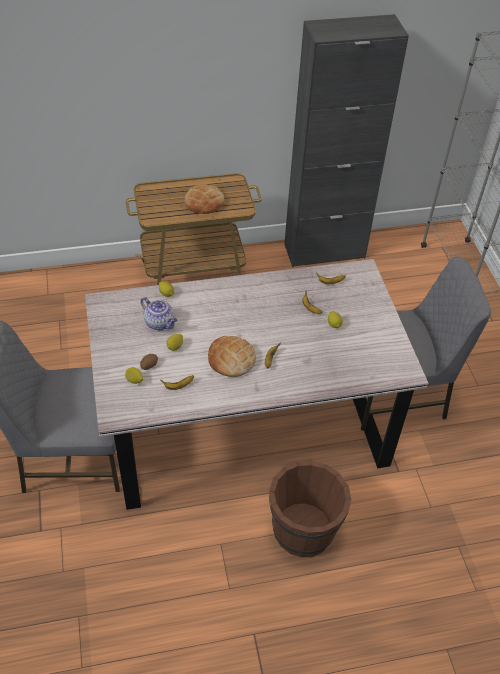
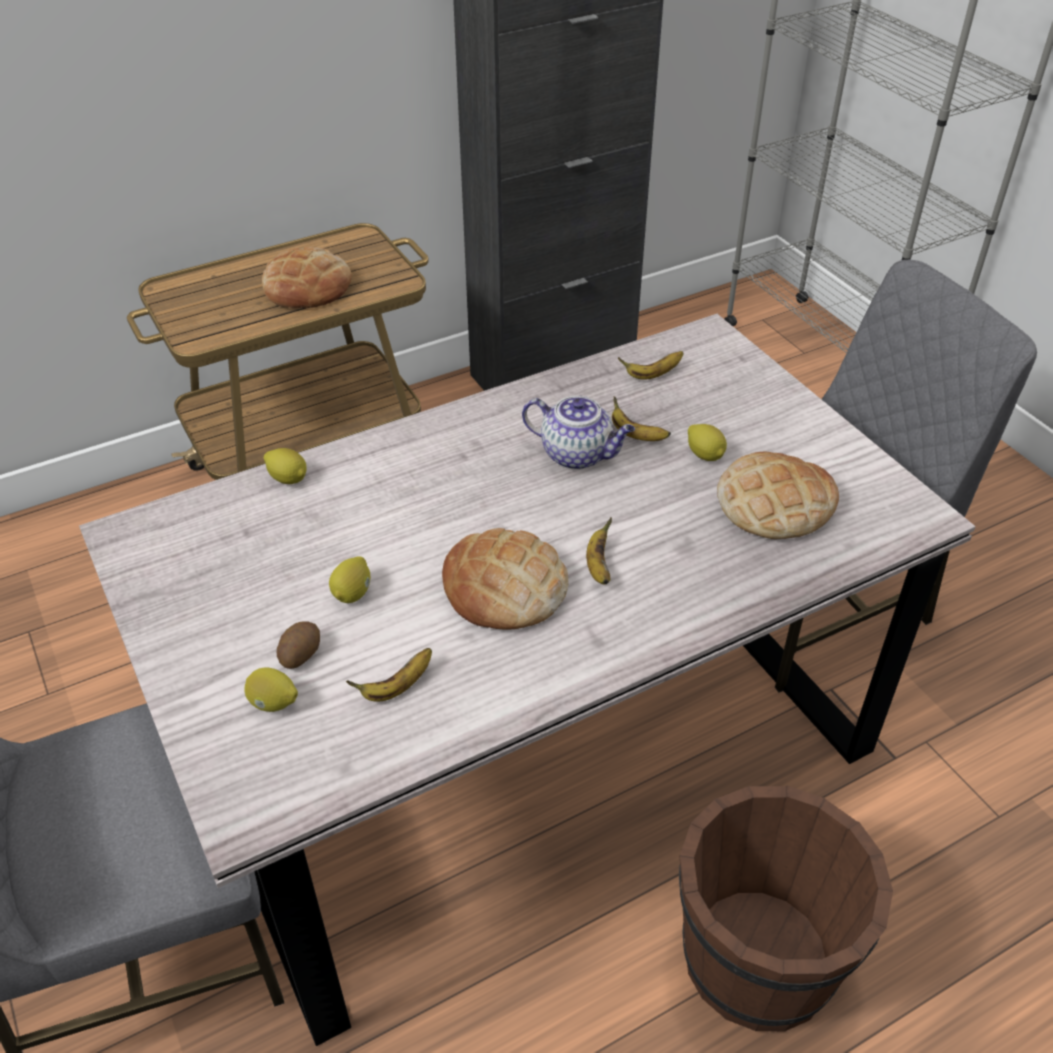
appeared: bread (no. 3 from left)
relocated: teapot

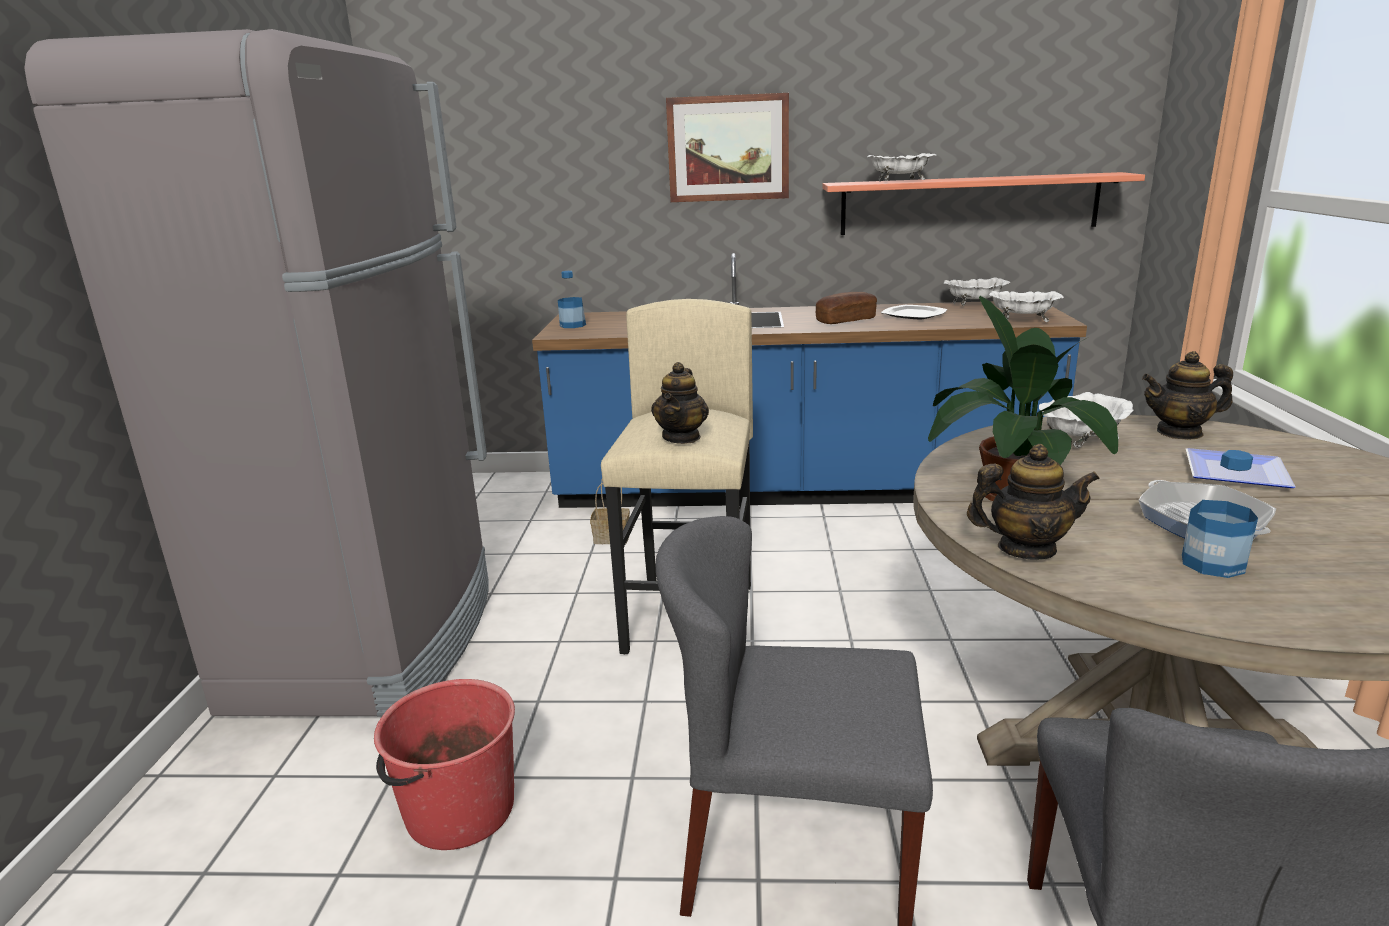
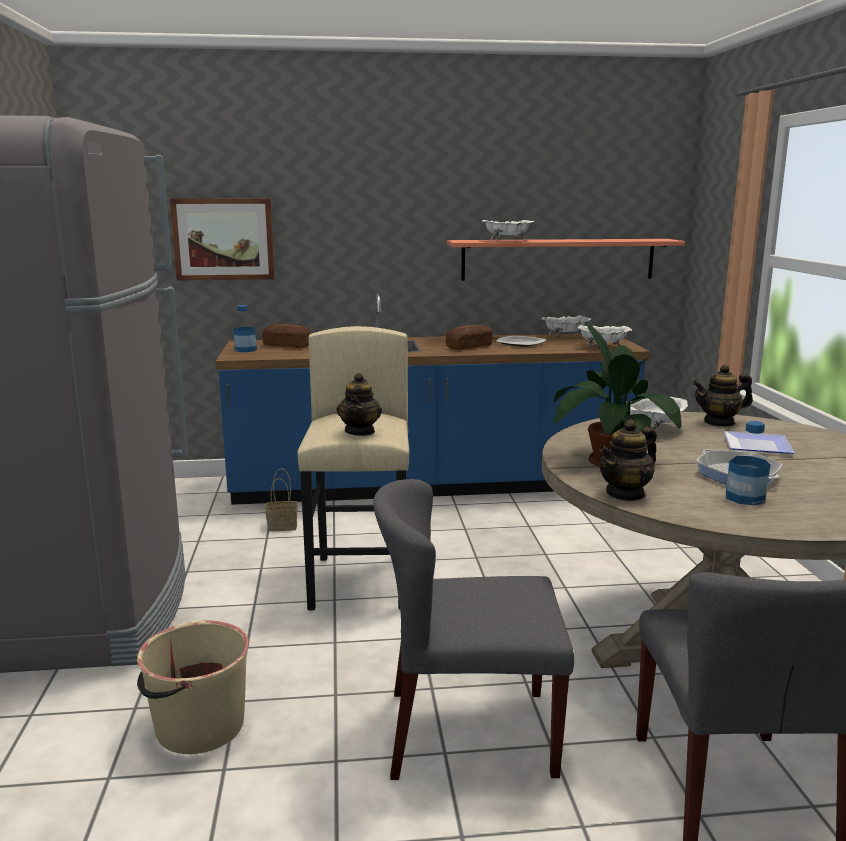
appeared: bread (no. 1 from left)
relocated: picture
colour: red bucket to beige bucket
spun: teapot (no. 2 from left) 150 degrees clockwise

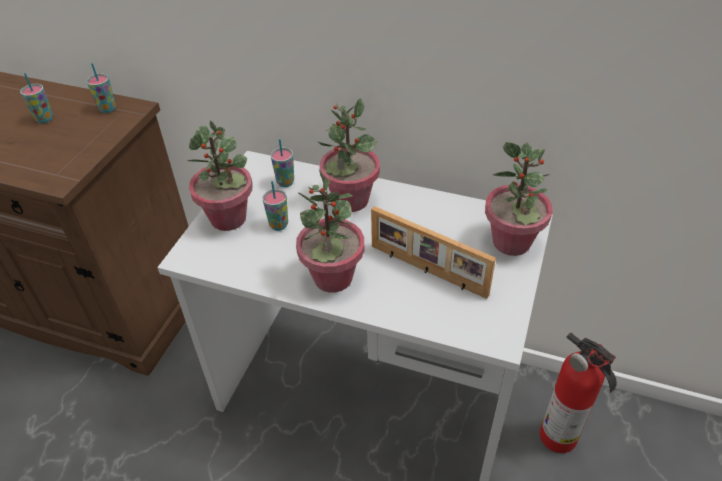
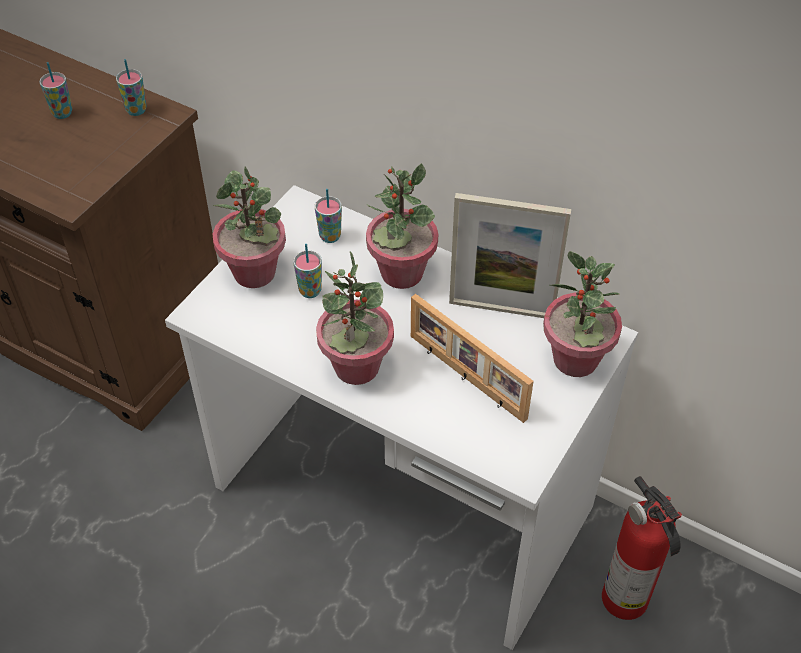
appeared: picture frame (no. 2 from left)

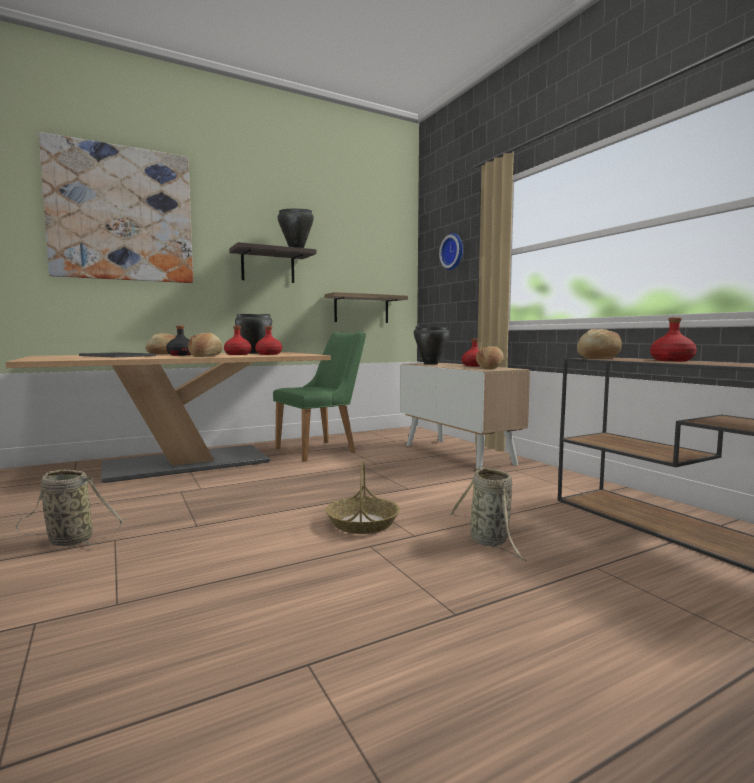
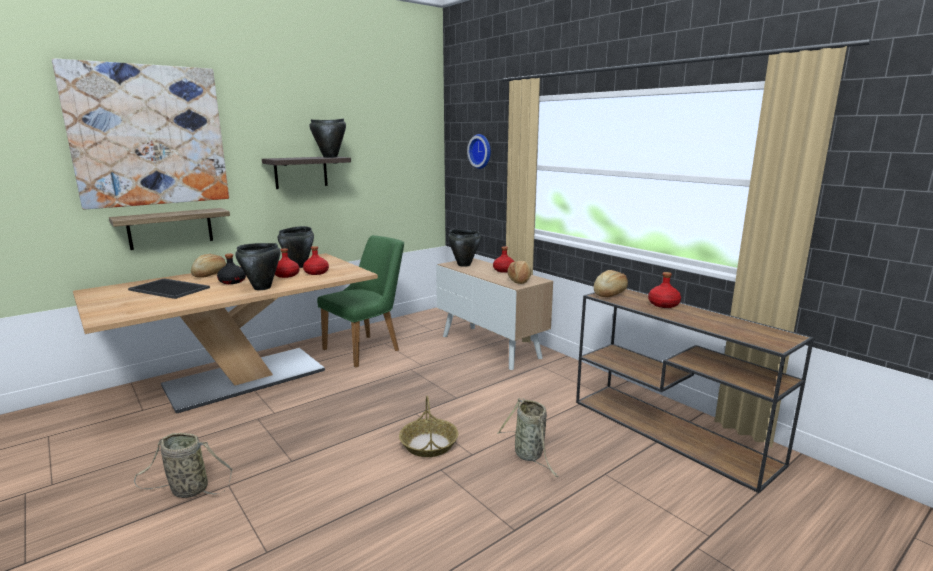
relocated: shelf (no. 2 from left in the first image) to shelf (no. 1 from left)
exchanged: bread (no. 2 from left) to black cooking pot (no. 1 from left)

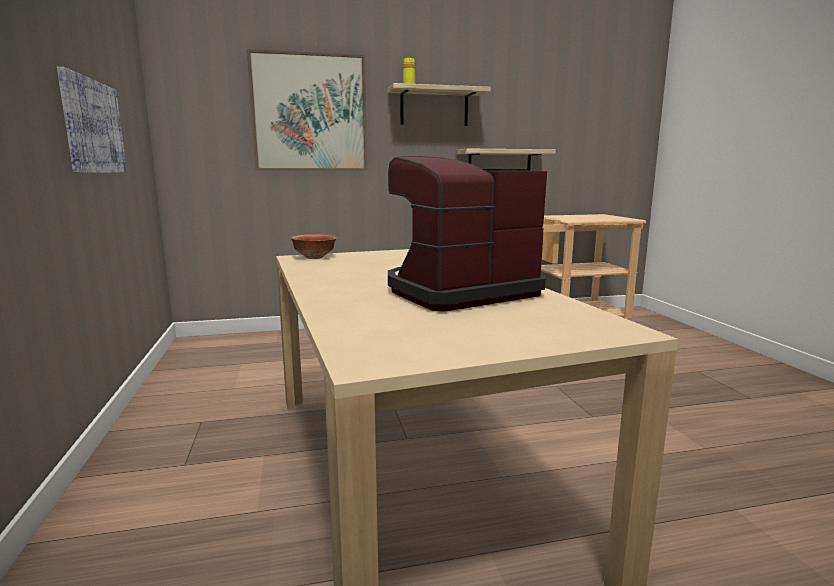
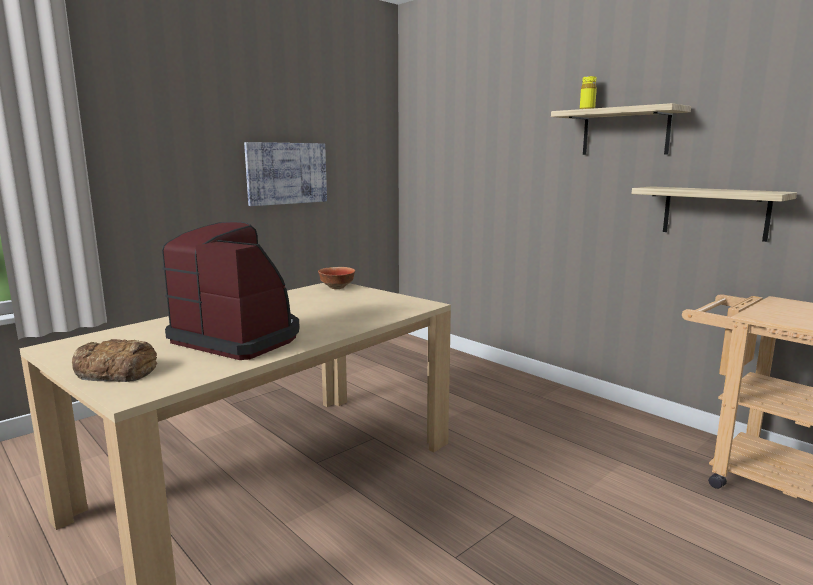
missing: picture (no. 2 from left)
appeared: bread

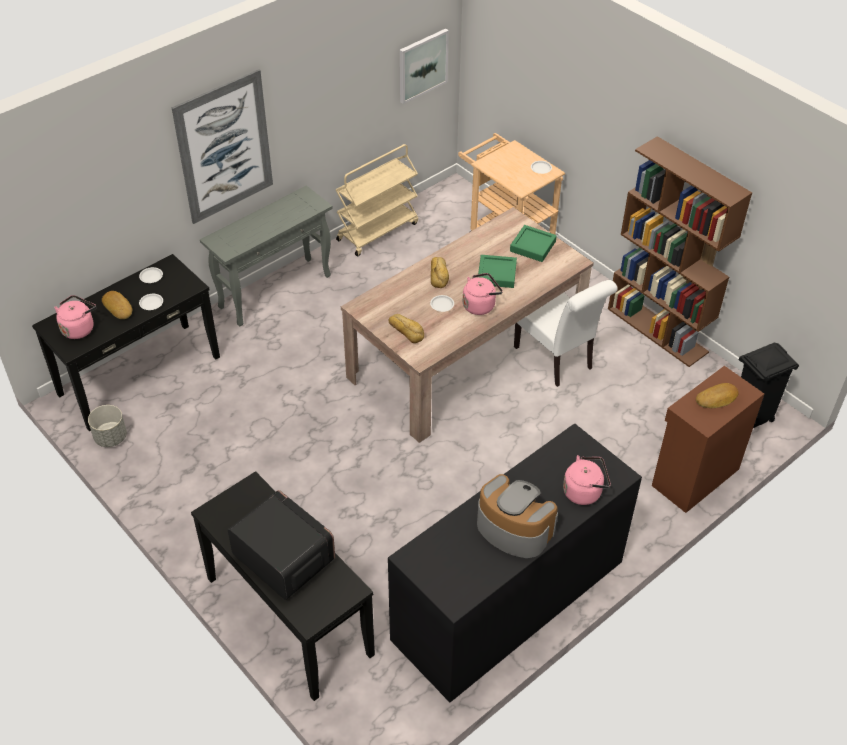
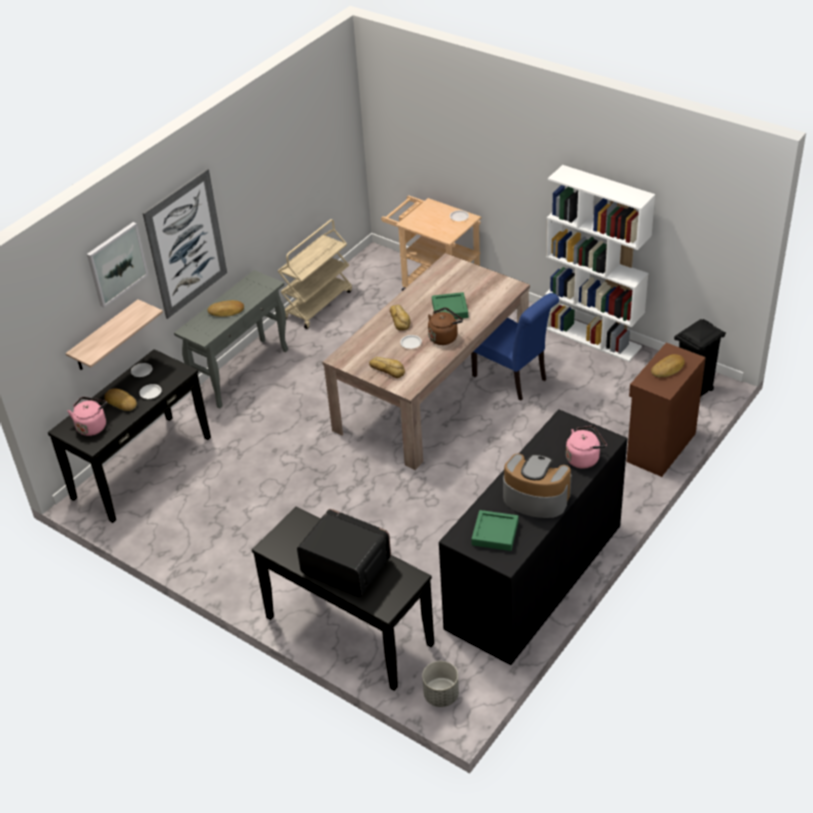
appeared: shelf; bread (no. 2 from left)
relocated: picture (no. 2 from left in the first image) to picture (no. 1 from left); grey planter; green tray (no. 2 from left)
colour: pink kettle (no. 2 from left) to brown kettle; white chair to blue chair; brown bookcase to white bookcase

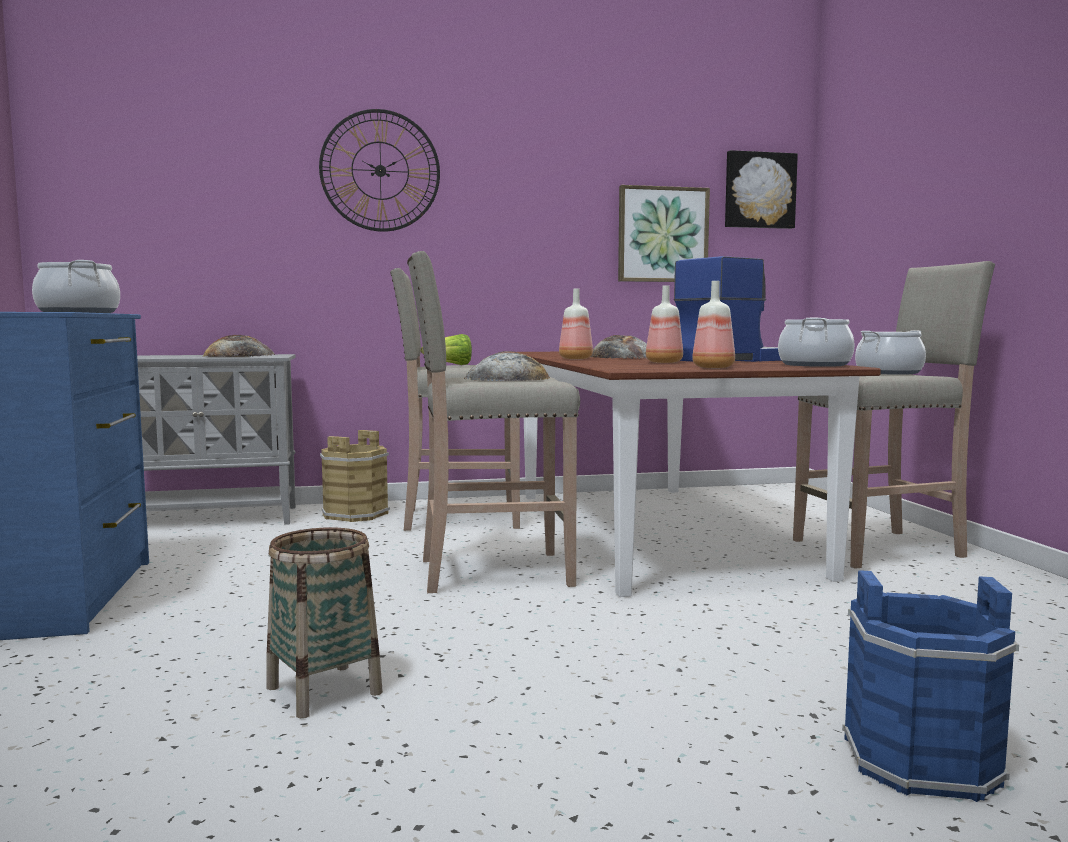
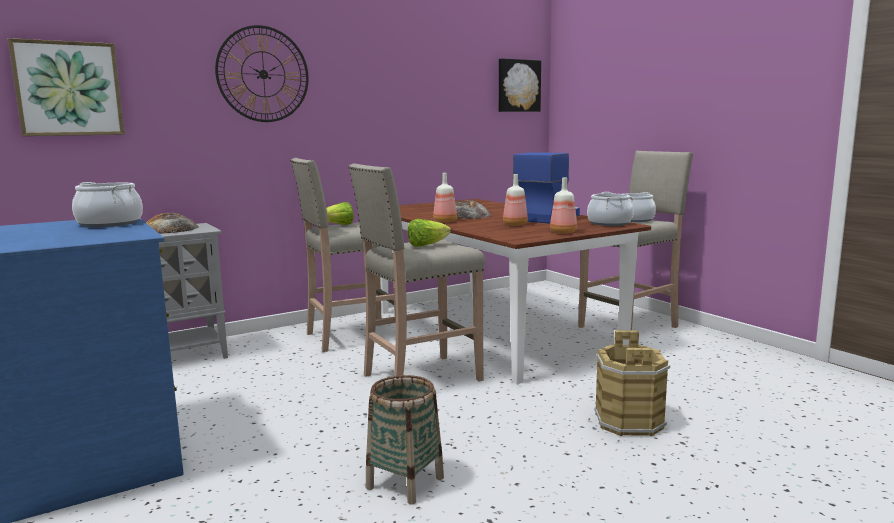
missing: blue bucket
relocated: picture (no. 1 from left); brown bucket
exchanged: bread (no. 2 from left) to lettuce (no. 2 from left)

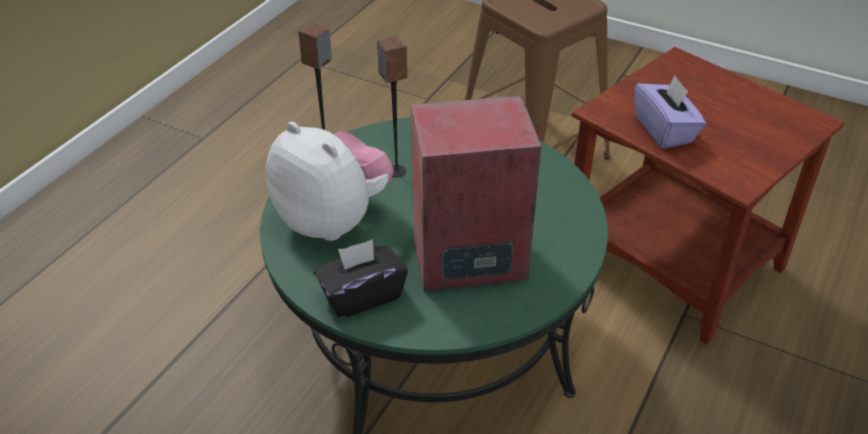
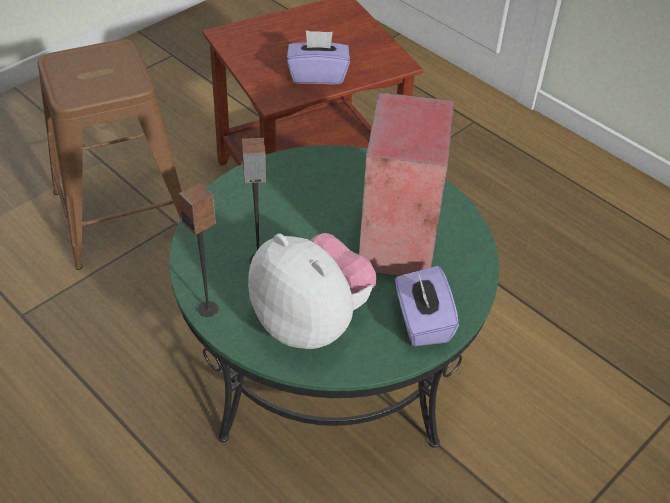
colour: black tissue box to purple tissue box (no. 2 from left)
spun: plush toy 75 degrees clockwise

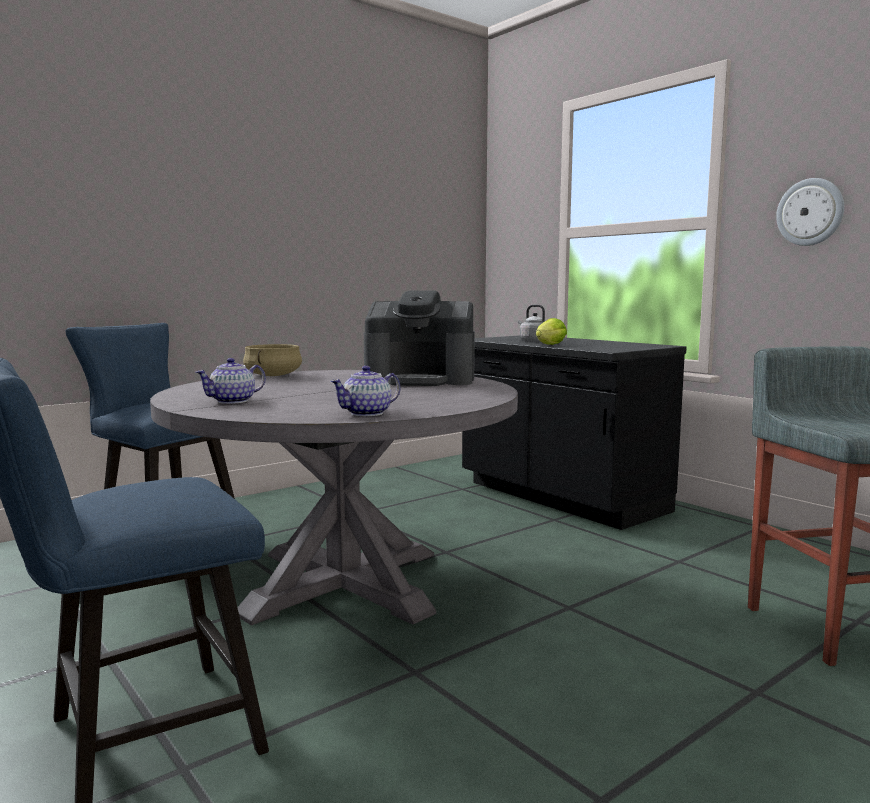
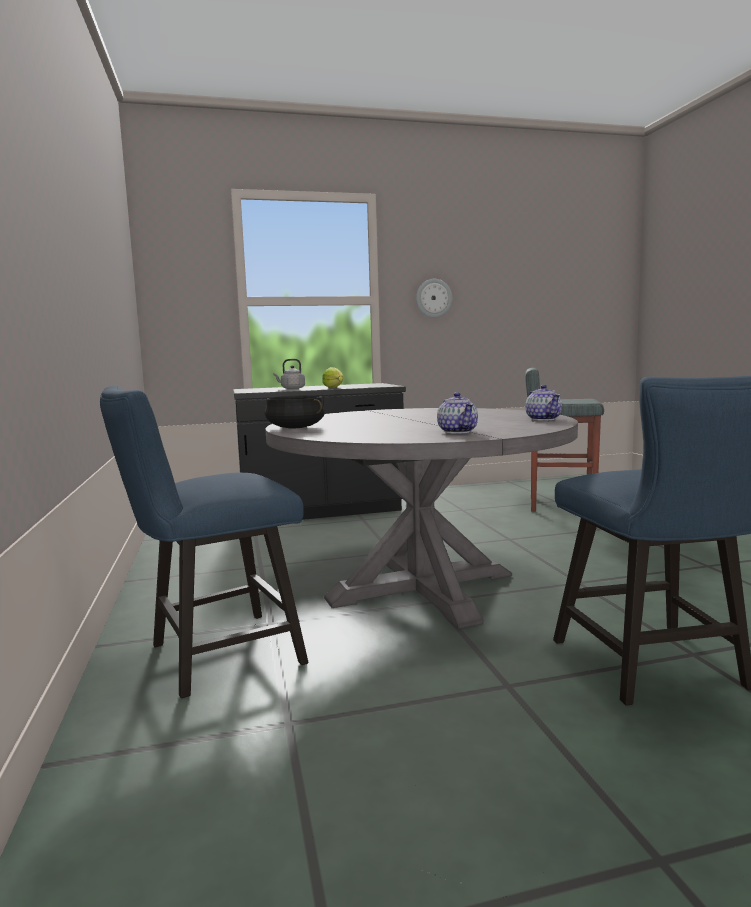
missing: coffee machine
colour: beige cooking pot to black cooking pot

